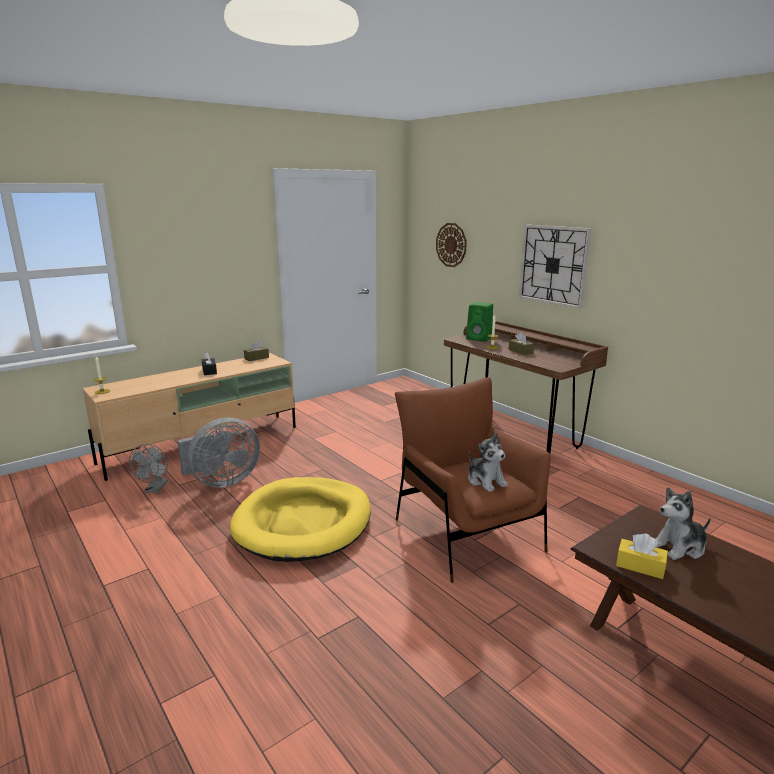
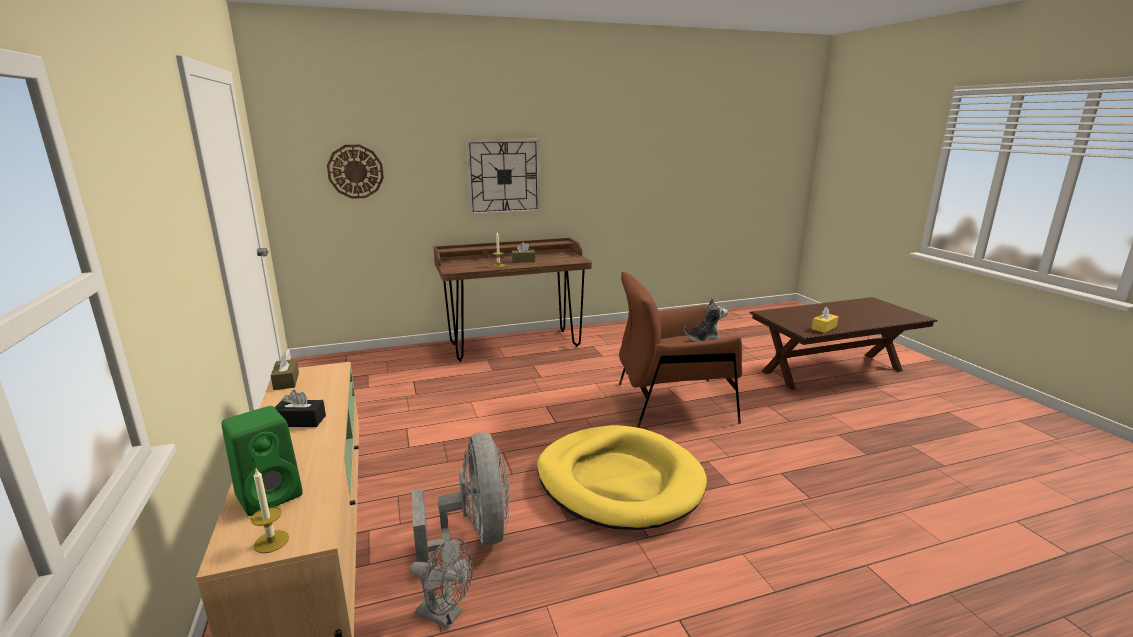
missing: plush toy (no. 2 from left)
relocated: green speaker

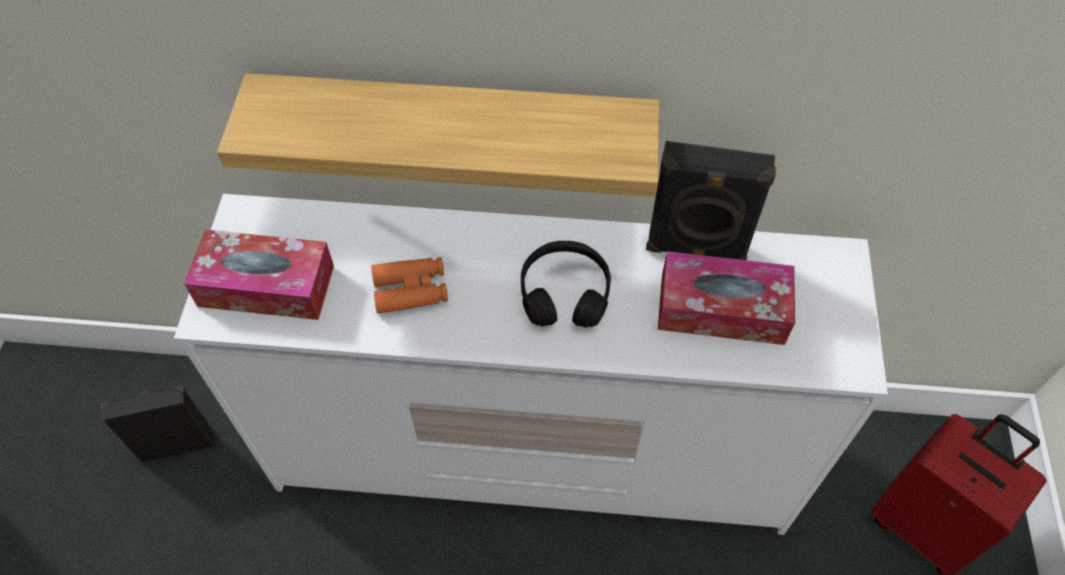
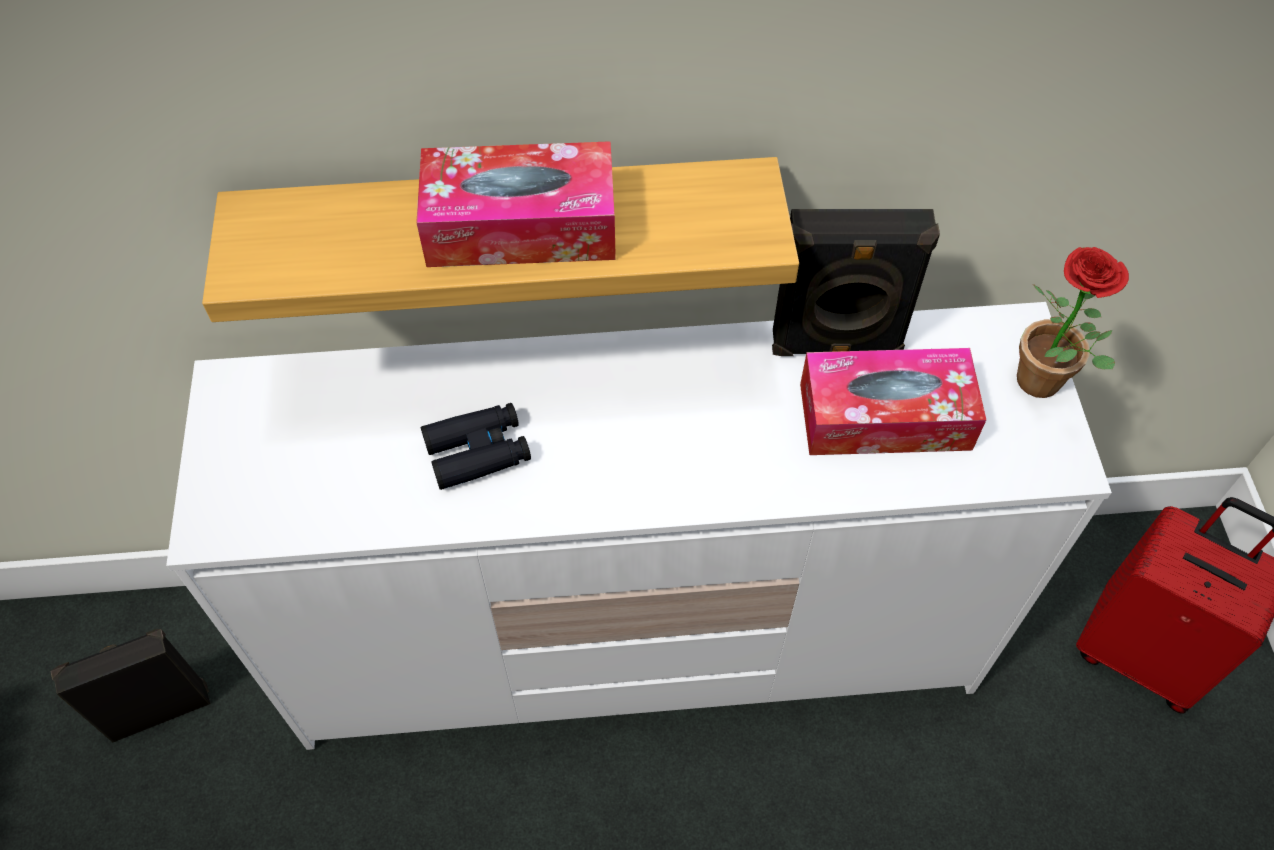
missing: black headphones
appeared: potted plant
relocated: tissue box (no. 1 from left)
colour: orange binoculars to black binoculars

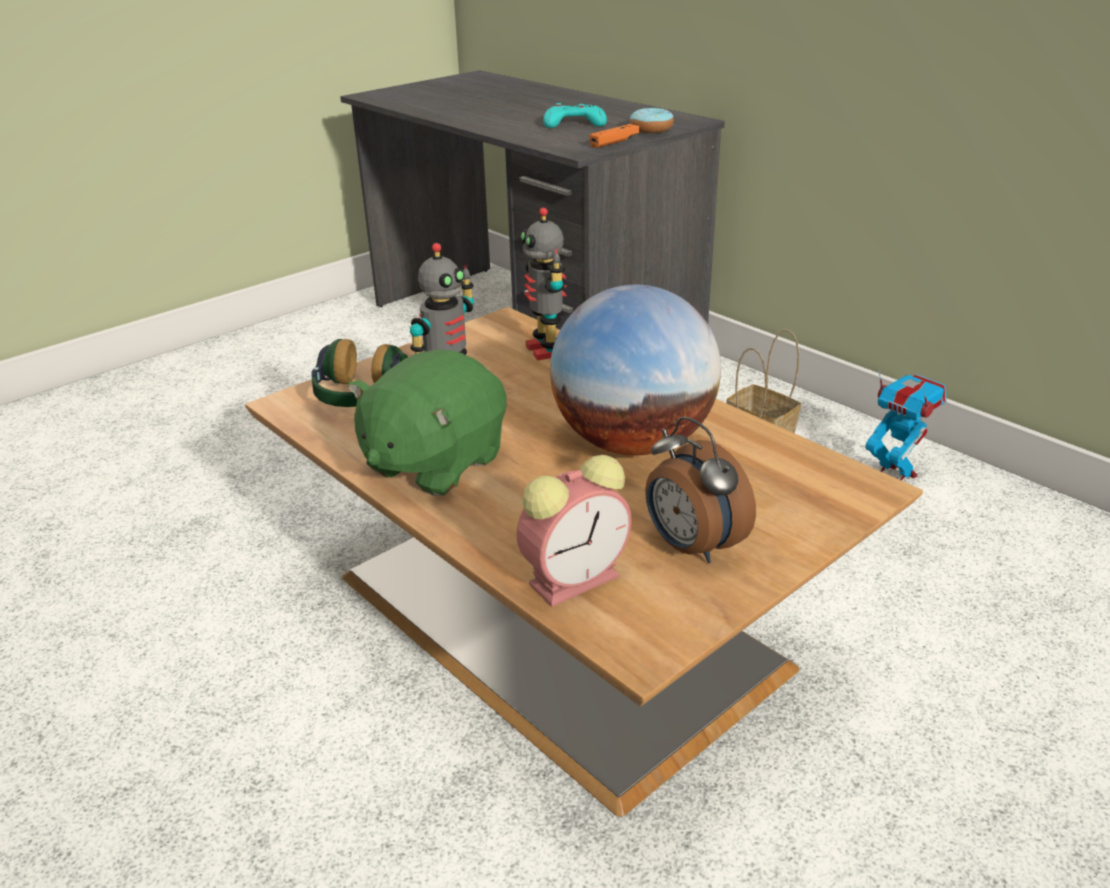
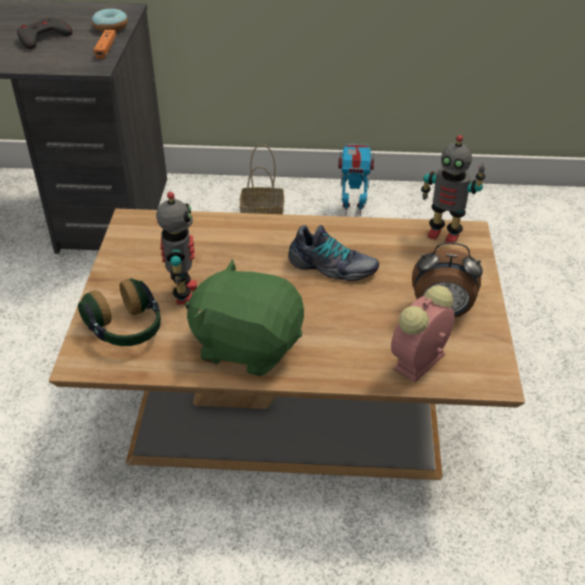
relocated: toy robot (no. 2 from left in the first image) to toy robot (no. 3 from left)
exchanged: globe to shoe
colour: turquoise game controller to grey game controller
spun: green plush toy 120 degrees clockwise; alarm clock (no. 1 from left) 150 degrees counterclockwise

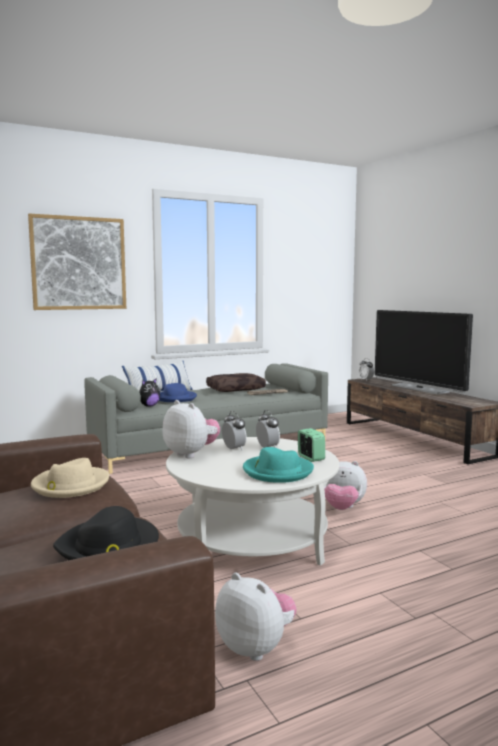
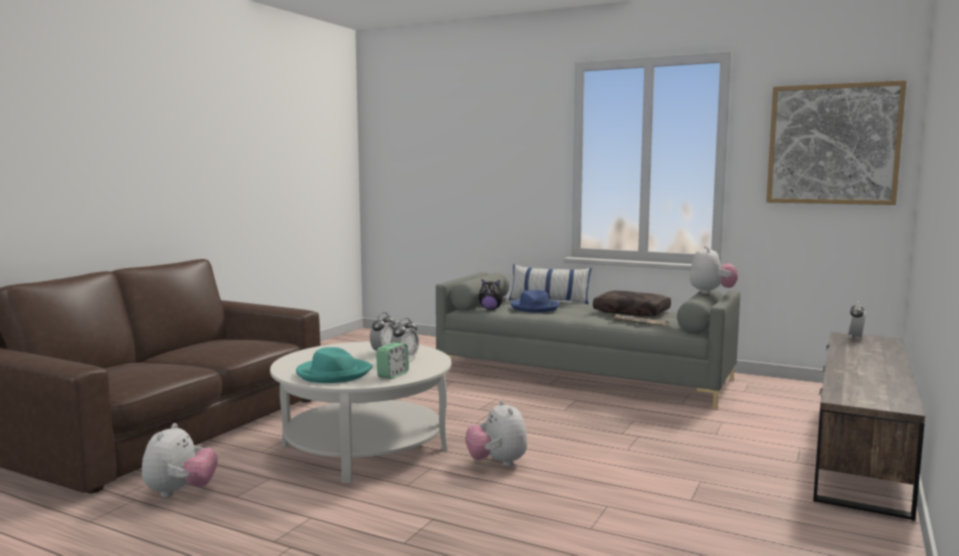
missing: beige hat; black hat; television
relocated: plush toy (no. 2 from left in the first image) to plush toy (no. 4 from left); picture

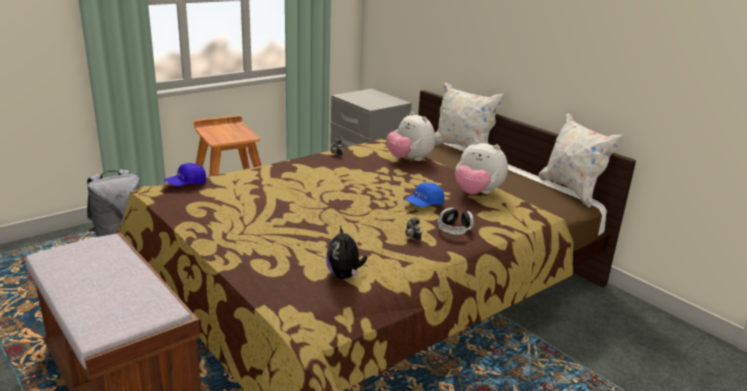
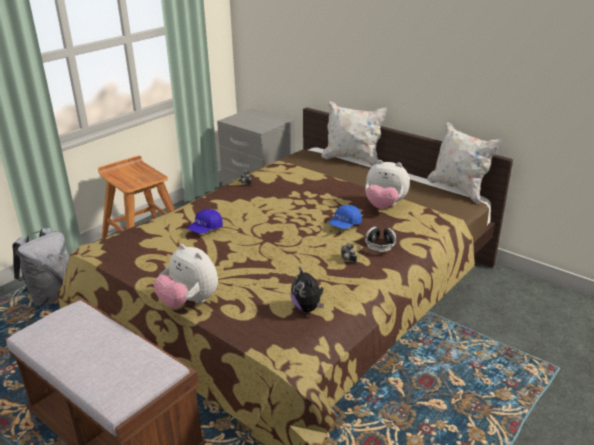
relocated: plush toy (no. 2 from left in the first image) to plush toy (no. 1 from left); blue cap (no. 1 from left)

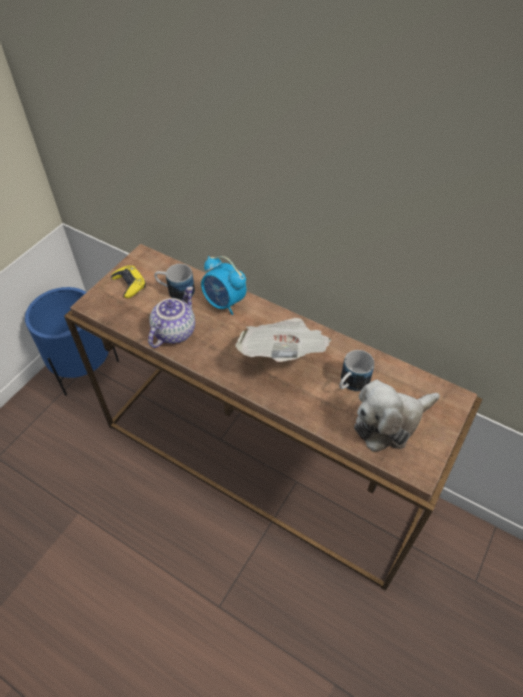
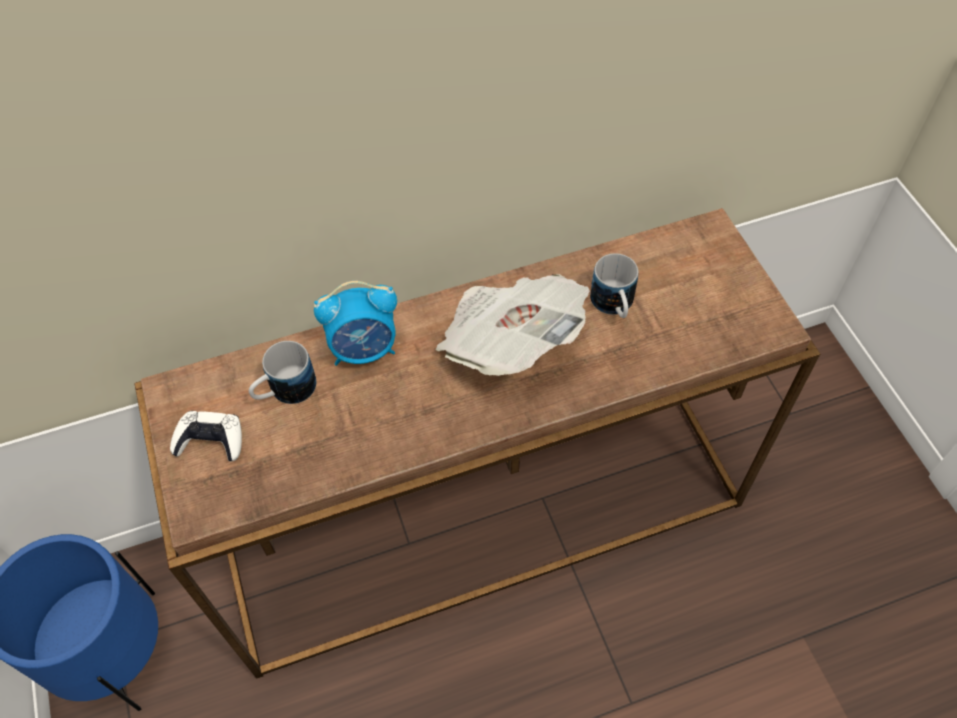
missing: teapot; plush toy
colour: yellow game controller to white game controller

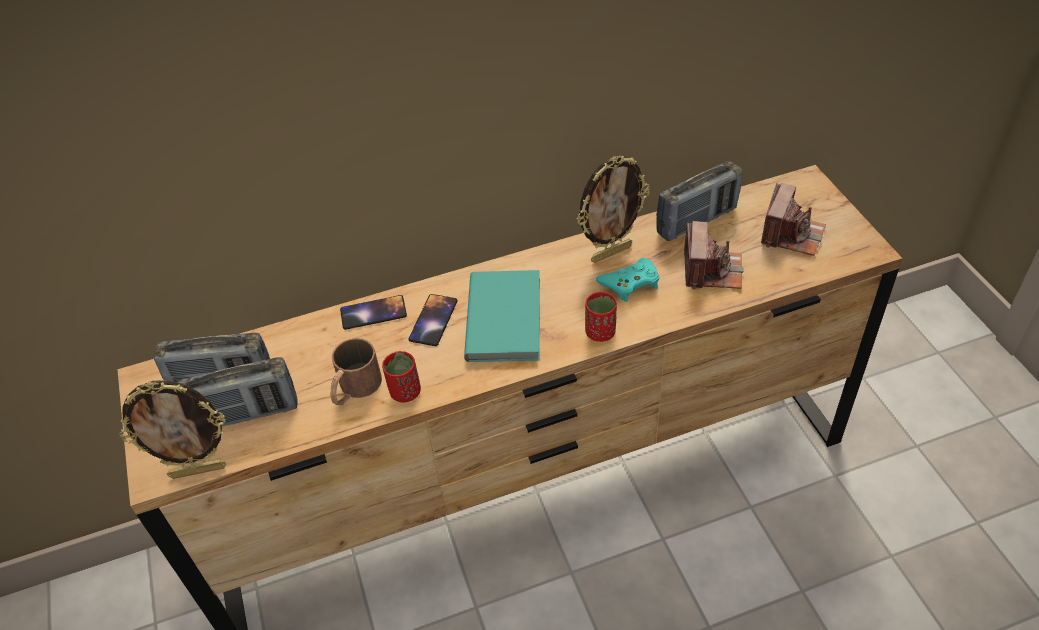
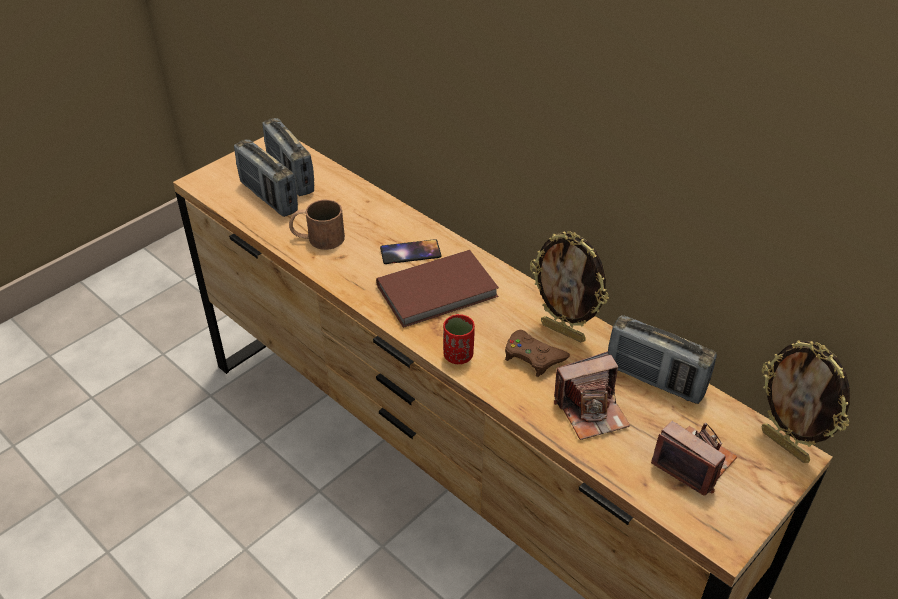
missing: phone (no. 1 from left); red cup (no. 1 from left)
relocated: picture frame (no. 1 from left in the first image) to picture frame (no. 2 from left)
colour: turquoise book to brown book; turquoise game controller to brown game controller
spun: photo camera (no. 2 from left) 135 degrees counterclockwise

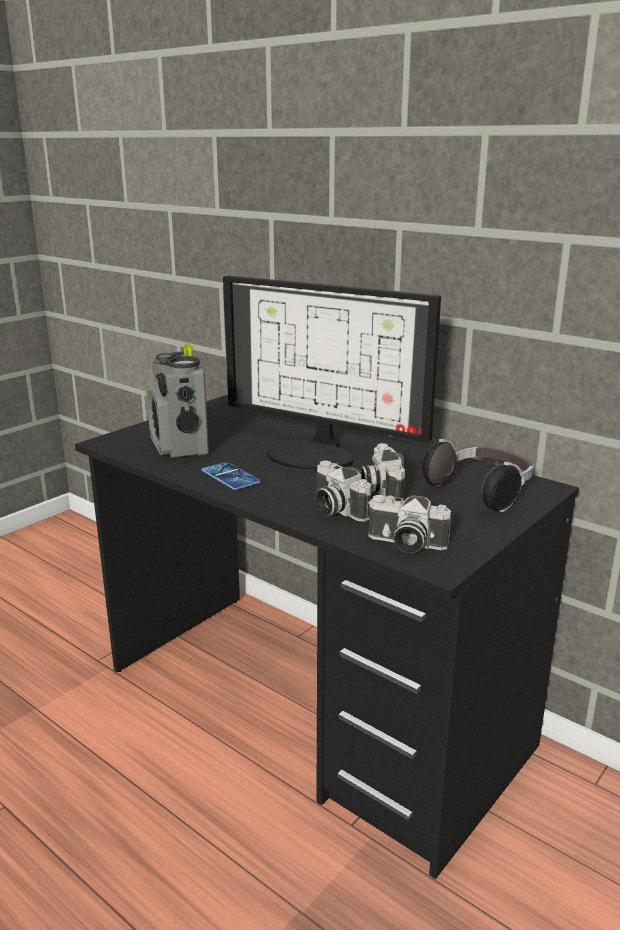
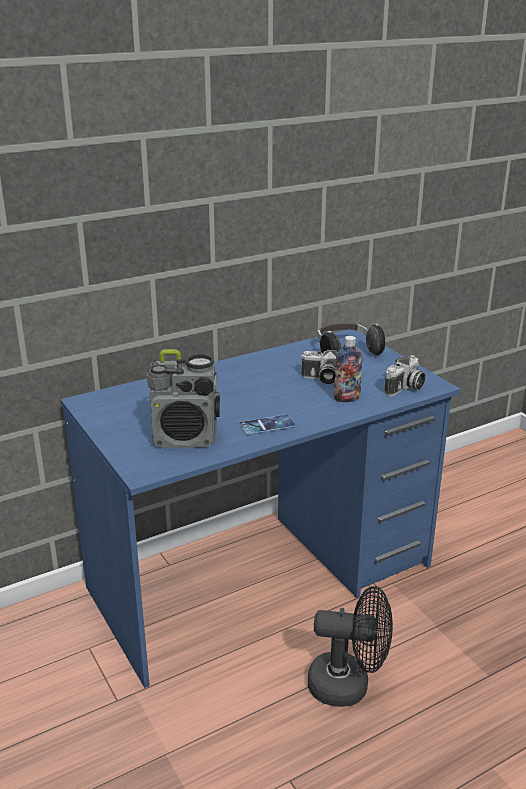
missing: monitor
appeared: black fan
exchanged: photo camera (no. 1 from left) to bottle
colour: black desk to blue desk

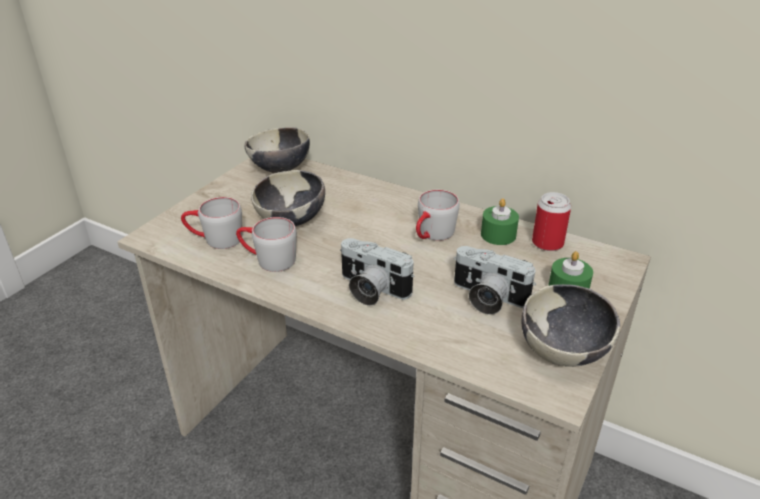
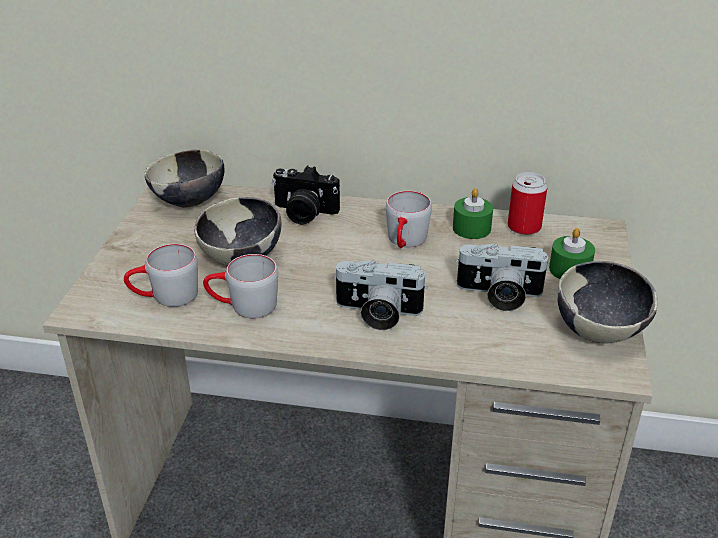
appeared: photo camera (no. 1 from left)

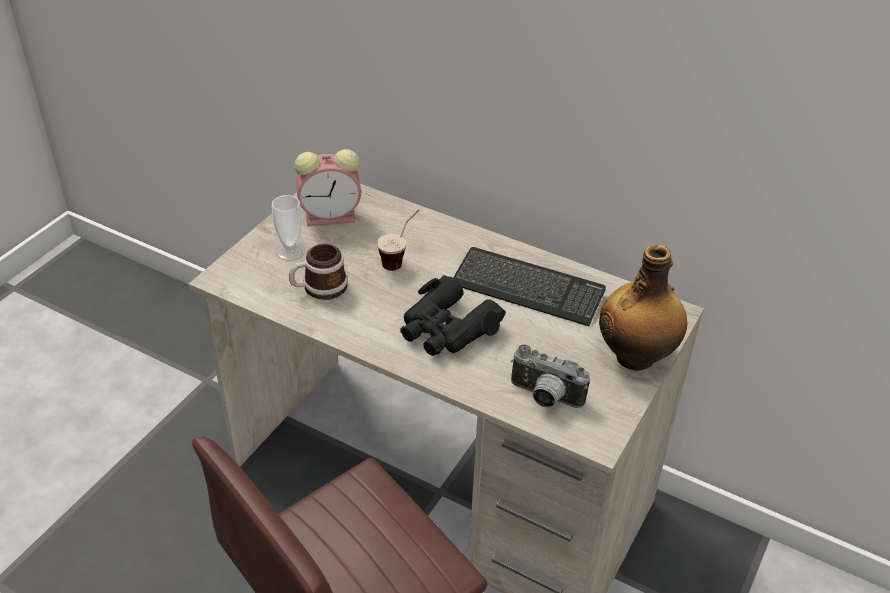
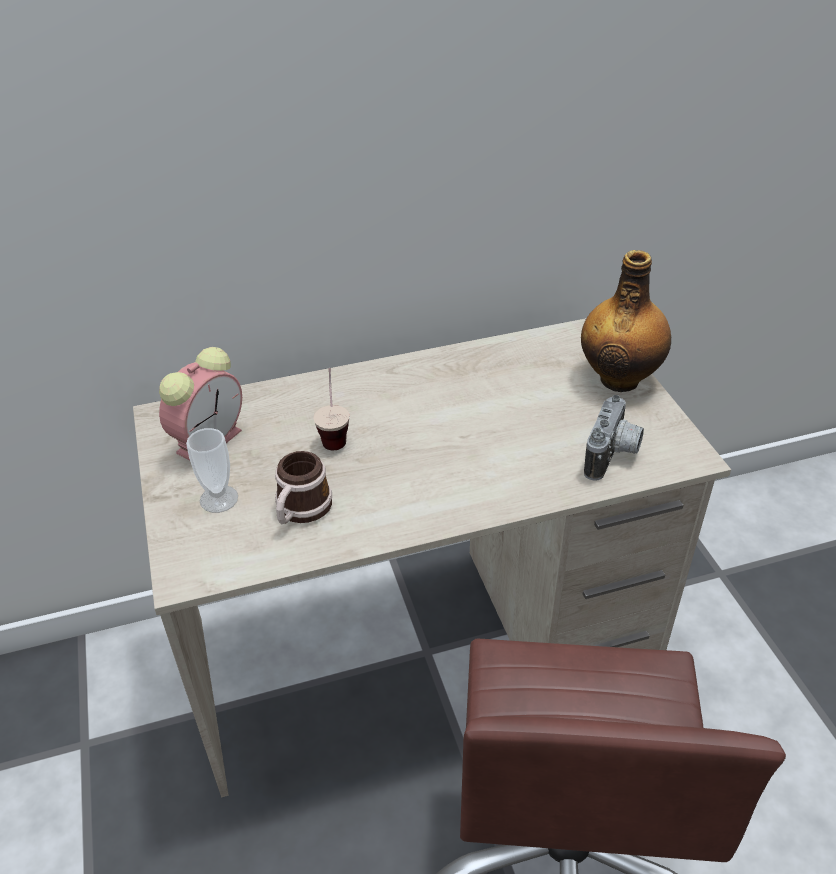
missing: black binoculars; keyboard
spun: photo camera 45 degrees counterclockwise

